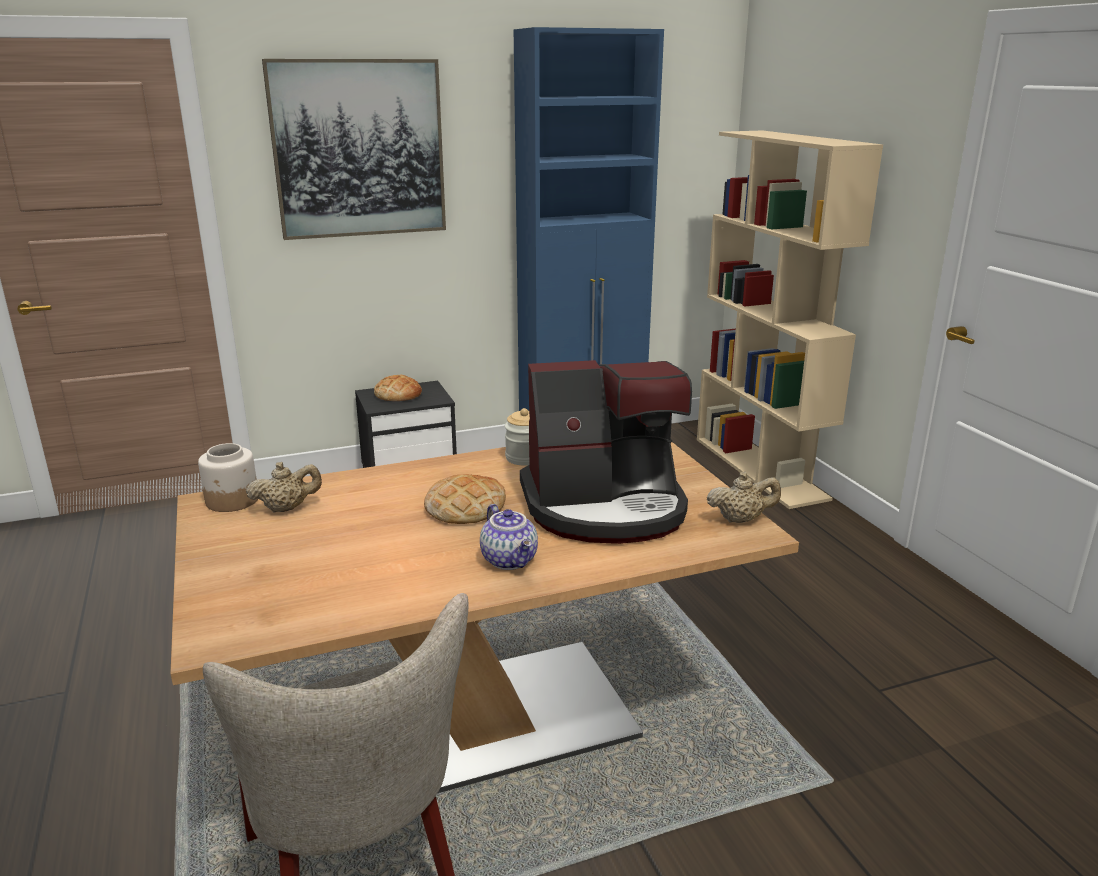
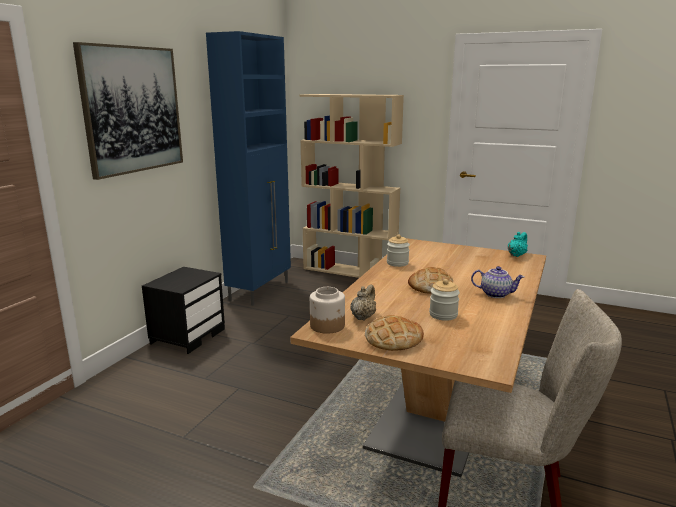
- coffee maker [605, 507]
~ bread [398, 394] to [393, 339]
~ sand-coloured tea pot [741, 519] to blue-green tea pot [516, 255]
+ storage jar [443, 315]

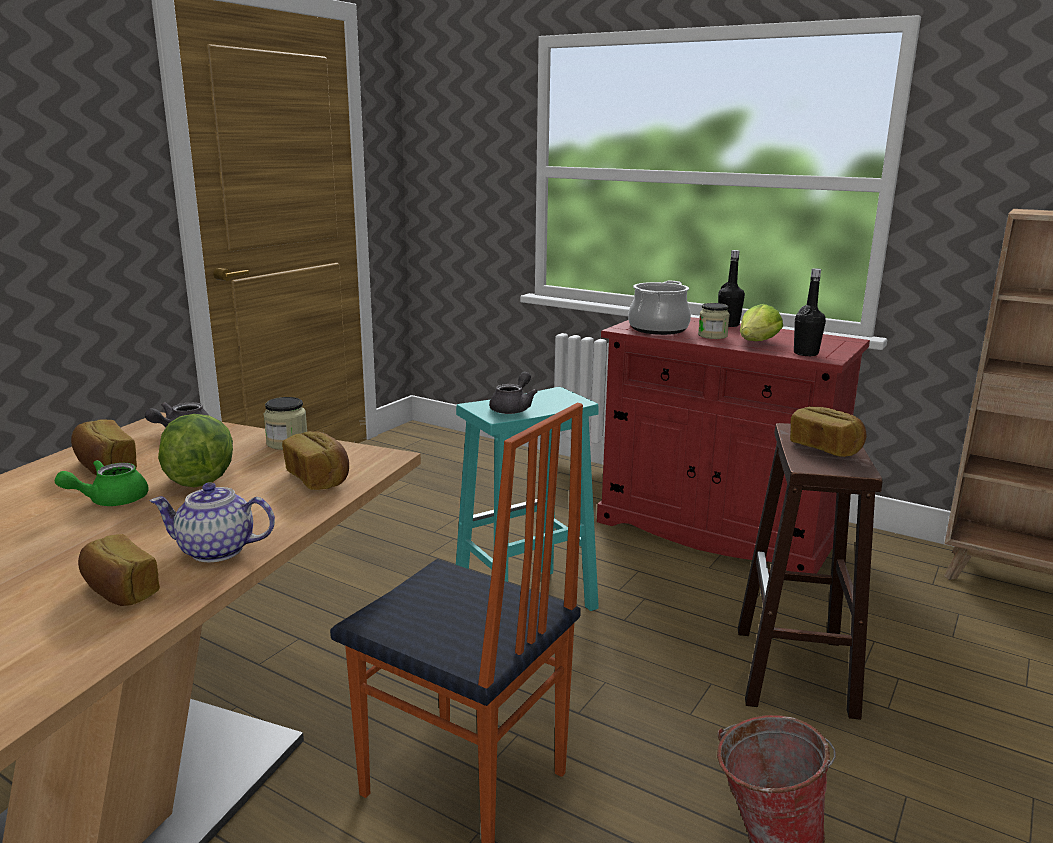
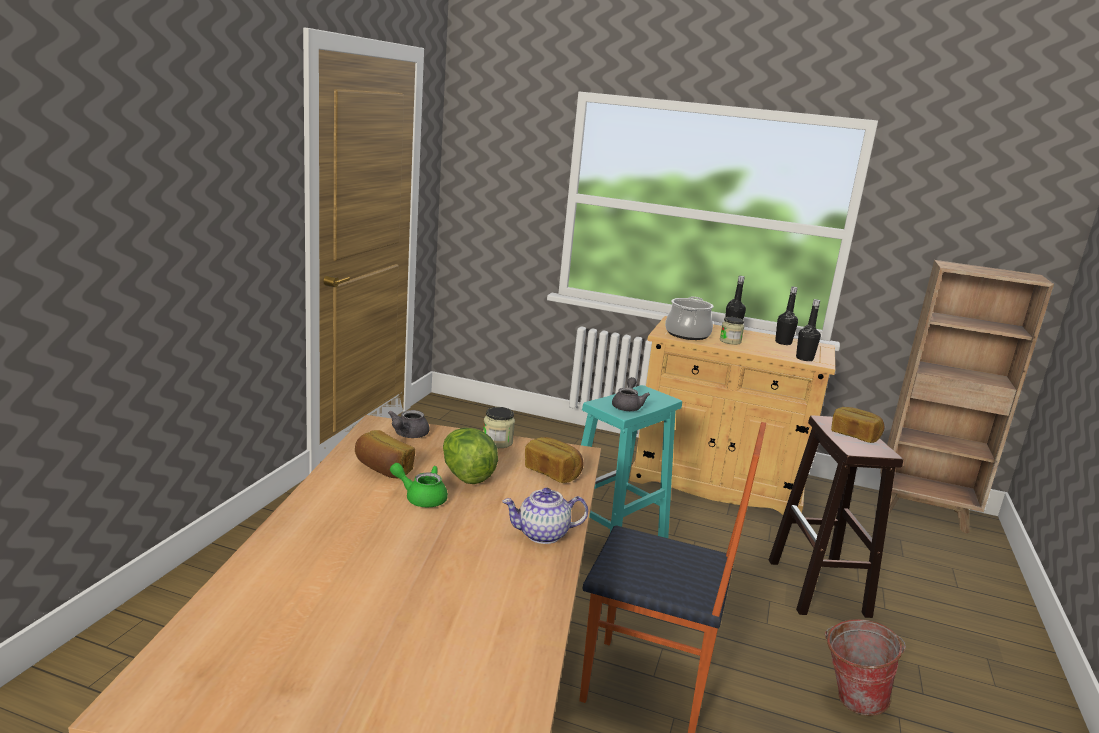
- head of lettuce [757, 343]
~ reddish storage cabinet [715, 530] to sand-coloured storage cabinet [717, 483]
~ greenish tea pot [110, 500] = [421, 498] 75 degrees clockwise
- bread [119, 591]
+ black bottle [783, 342]

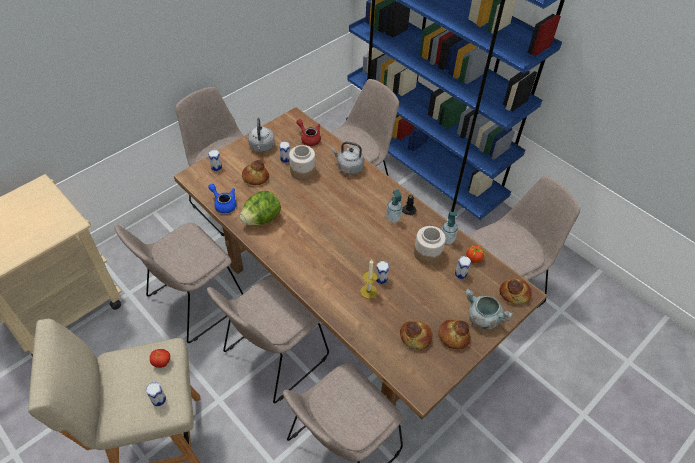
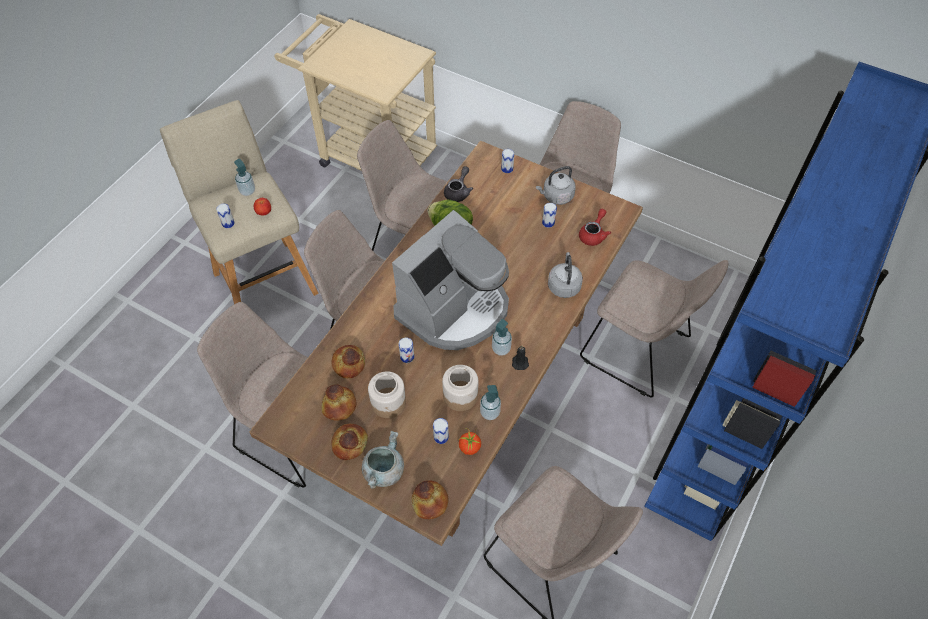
~ storage jar [303, 171] to [388, 403]
~ bread [255, 177] to [349, 364]
~ blue-coloured tea pot [224, 204] to grey tea pot [458, 192]
- wax candle [368, 291]
+ soap dispenser [247, 191]
+ coffee maker [454, 309]

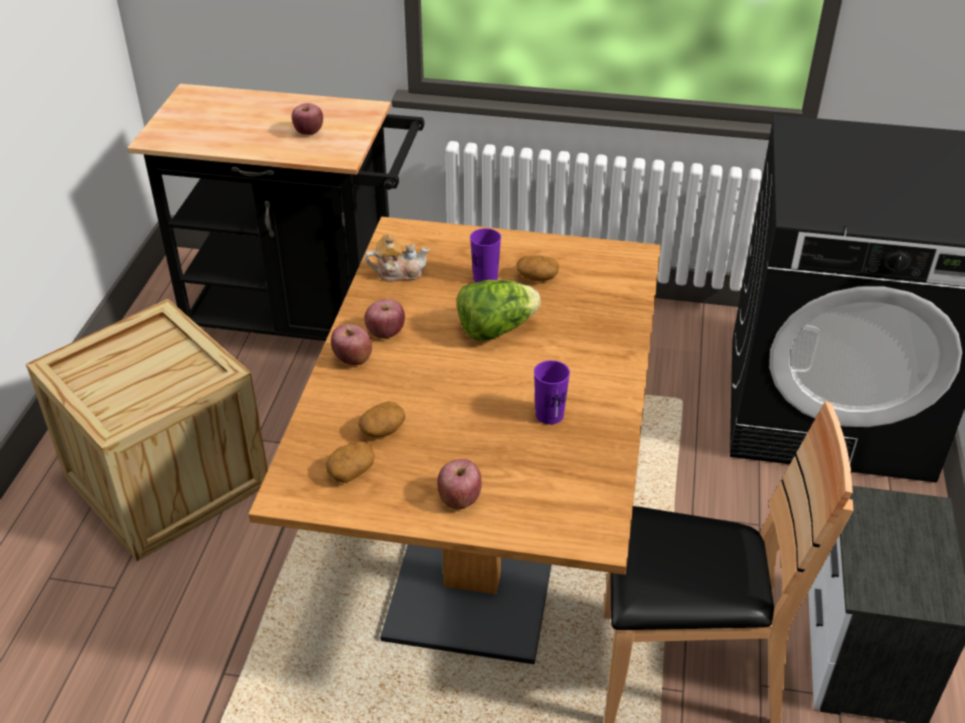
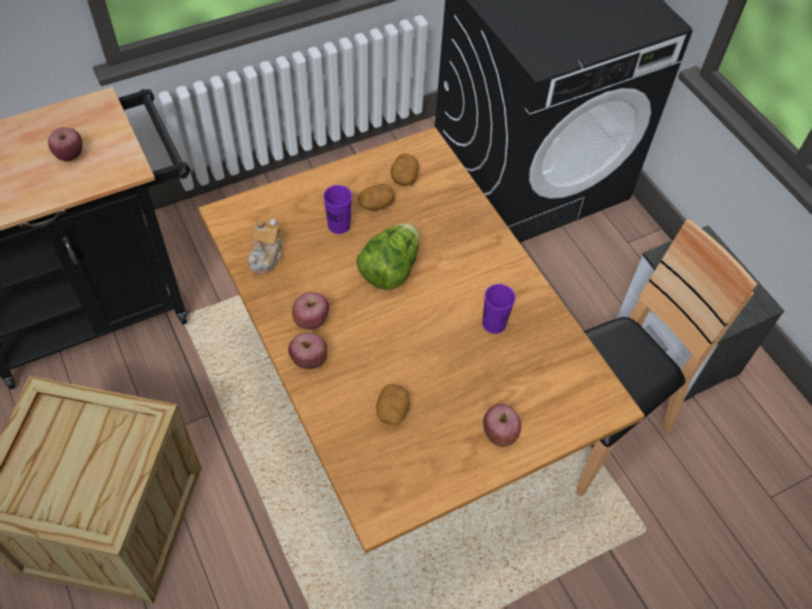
~ tea pot [398, 272] = [267, 256] 150 degrees clockwise
~ whole potato [351, 471] to [404, 176]

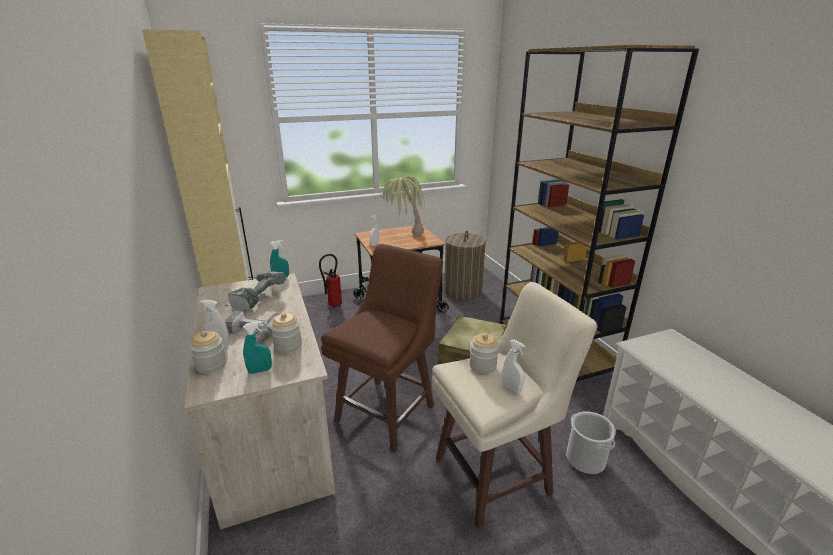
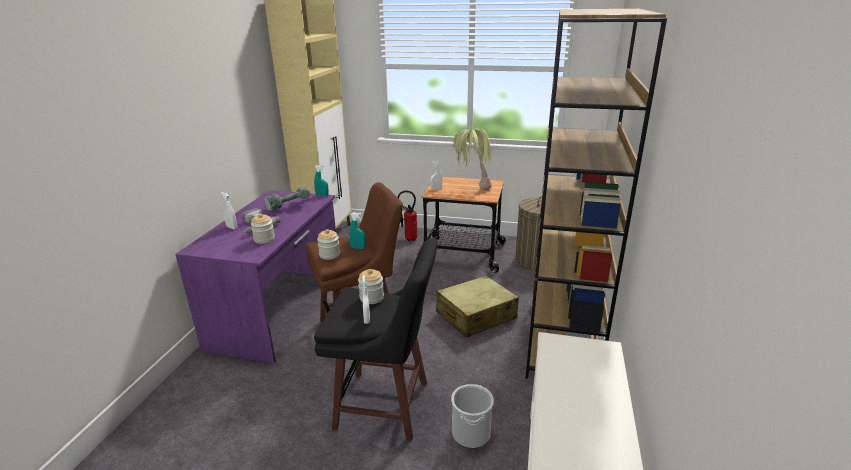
~ sand-coloured desk unit [272, 430] to purple-coloured desk unit [280, 310]
~ sand-coloured stool seat [495, 475] to black stool seat [385, 406]
~ blue-green spray bottle [260, 370] to [358, 248]
~ storage jar [211, 365] to [329, 255]

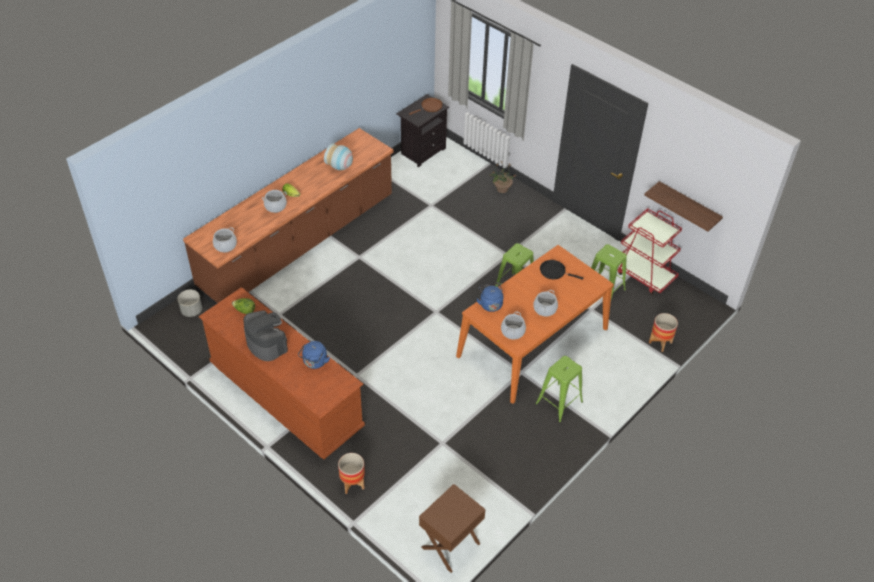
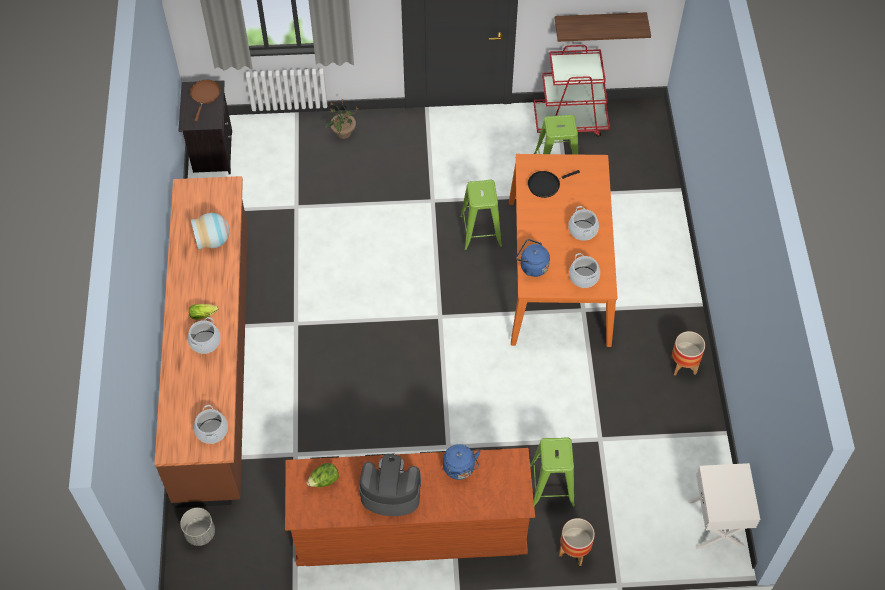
~ planter [660, 342] to [683, 365]
~ greenish stool seat [559, 402] to [551, 484]
~ brownish bedside table [451, 545] to whitish bedside table [717, 523]

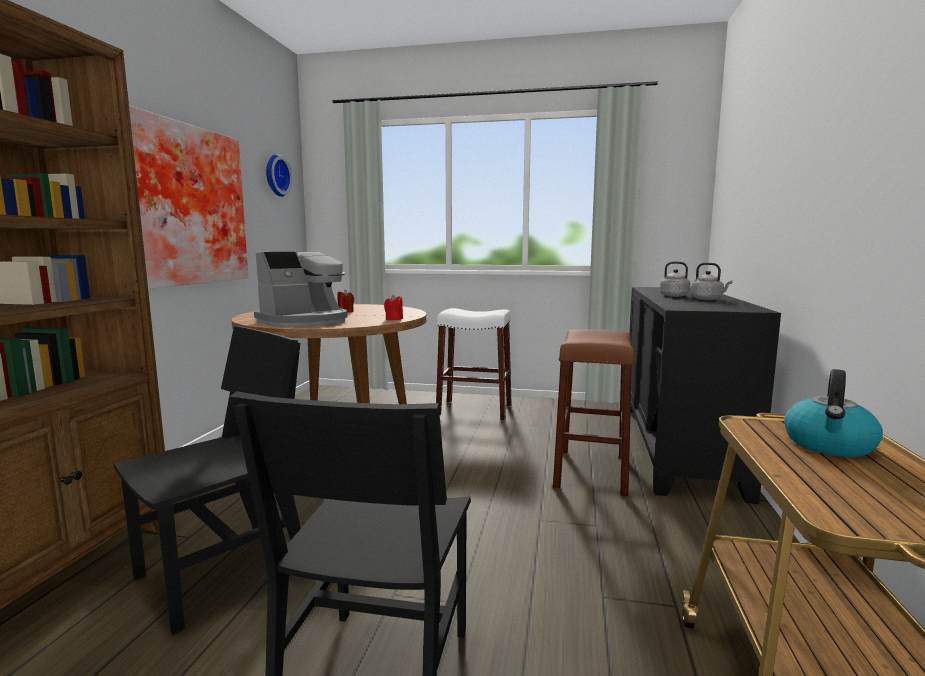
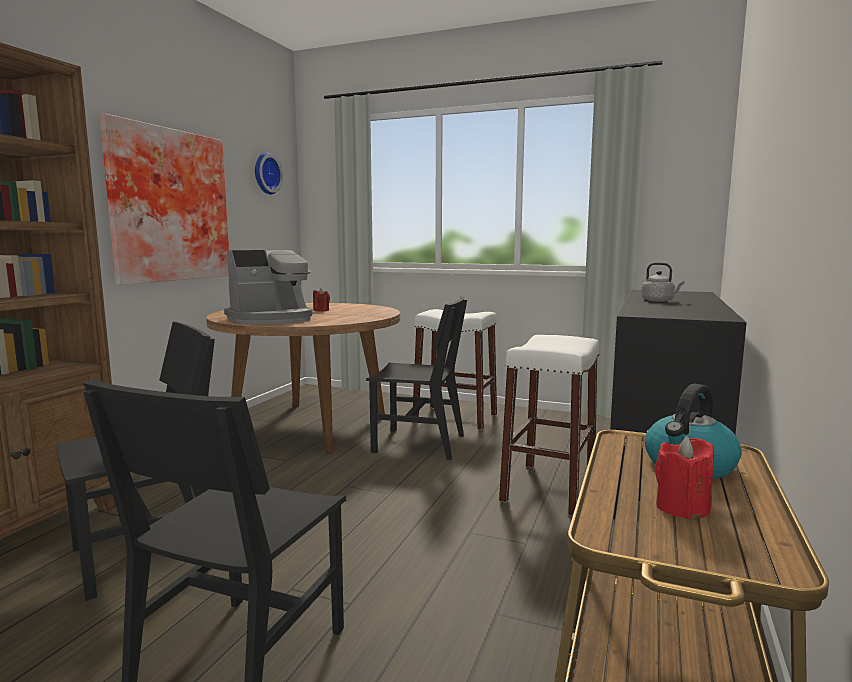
- grey tea kettle [708, 299]
~ reddish wax candle [394, 319] to [682, 508]
~ brownish stool seat [591, 471] to whitish stool seat [549, 488]
+ black chair [419, 444]

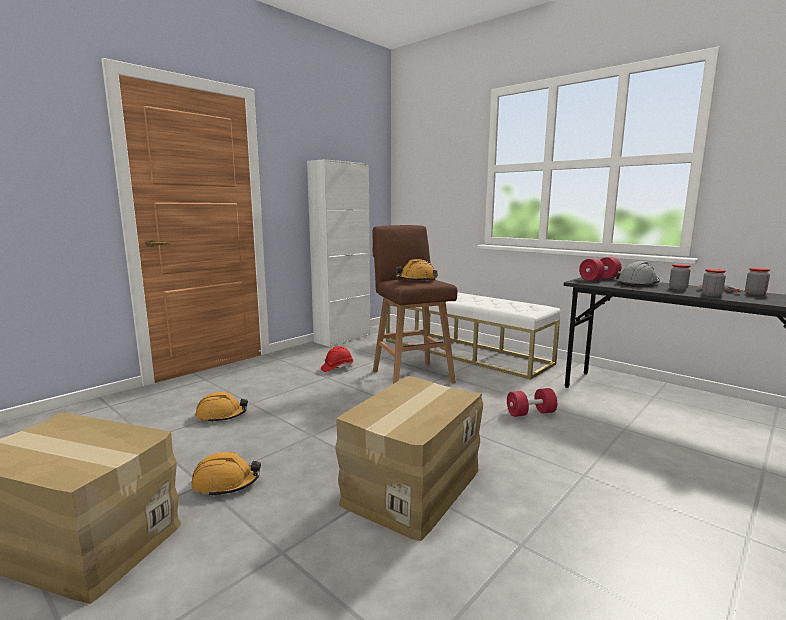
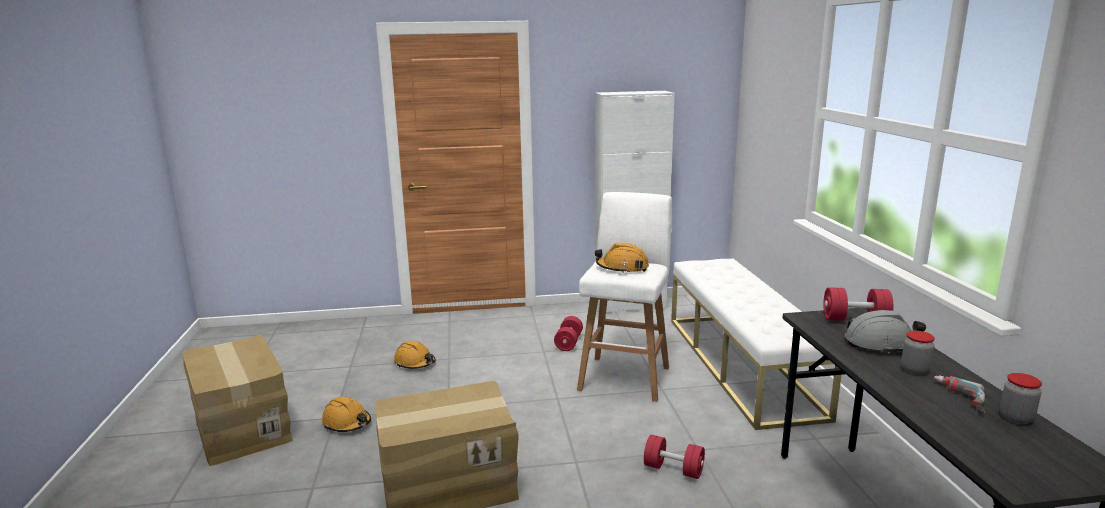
~ brownish stool seat [411, 375] to whitish stool seat [625, 376]
- storage jar [711, 295]
~ reddish hard hat [337, 368] to reddish hand weight [568, 343]

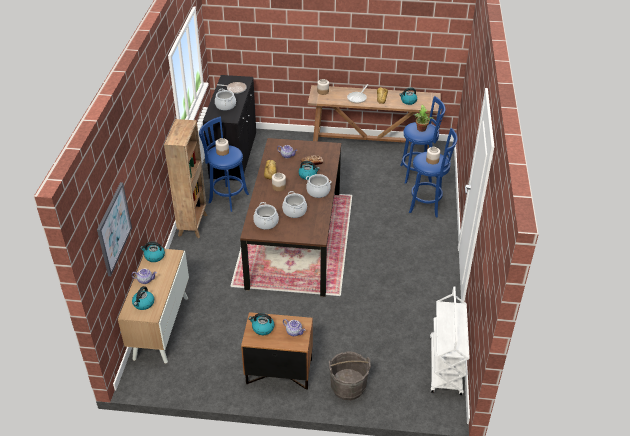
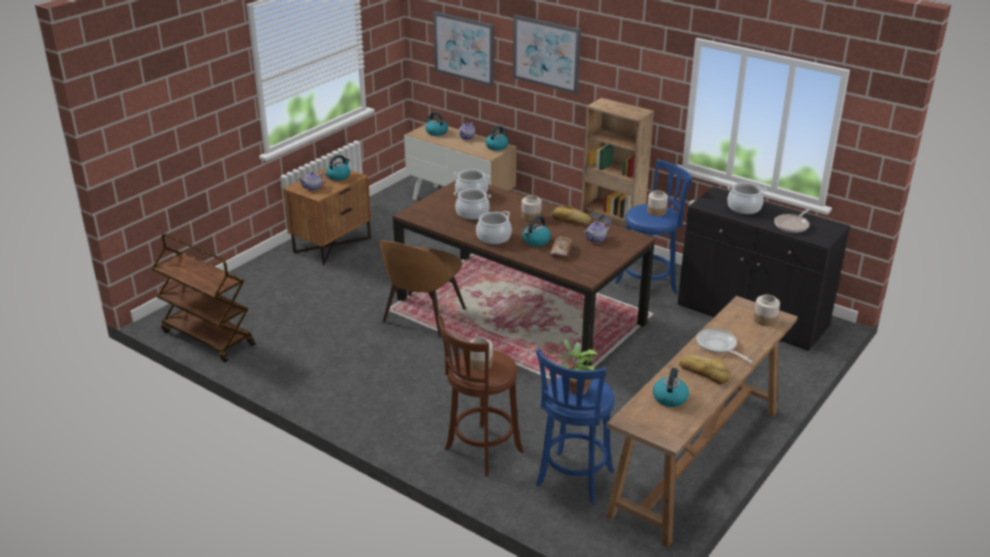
~ blue-coloured stool seat [427, 205] to brownish stool seat [480, 452]
~ whitish trolley [445, 366] to brownish trolley [207, 338]
- grey pail [348, 387]
+ picture [546, 54]
+ brownish chair [422, 317]

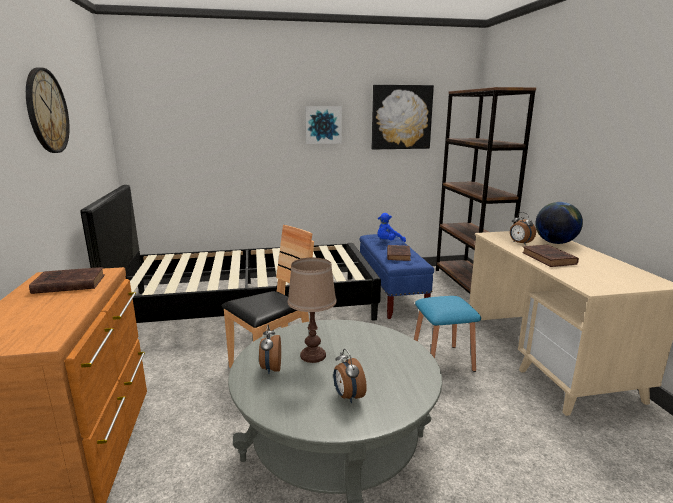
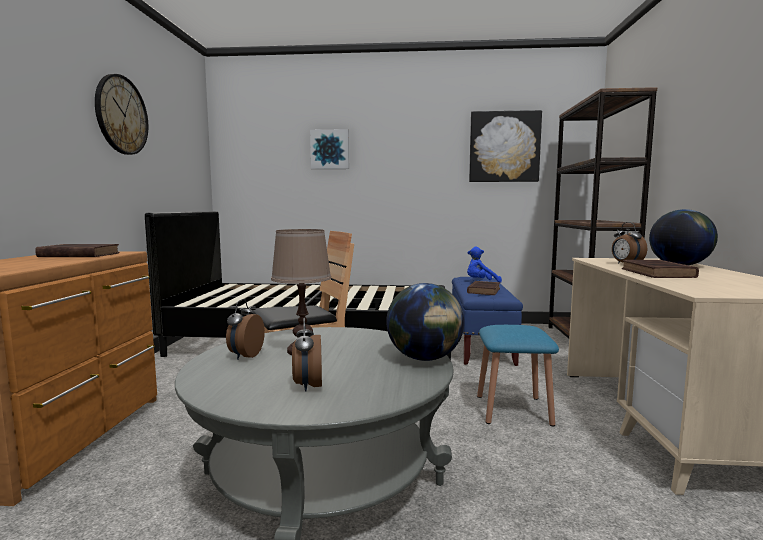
~ picture [323, 125] to [330, 149]
+ globe [425, 358]

